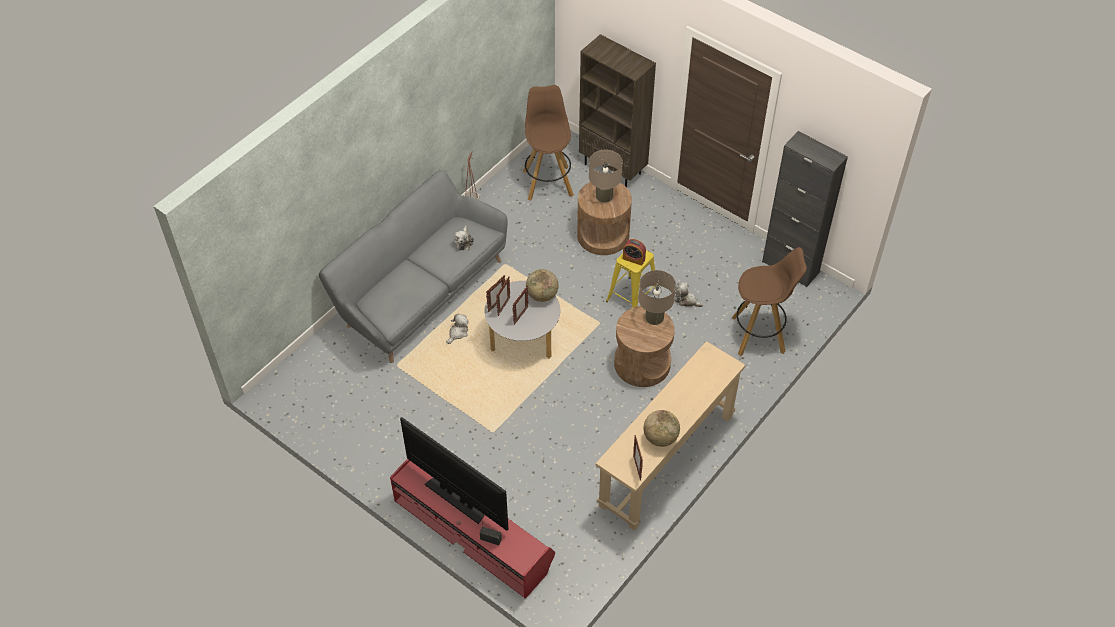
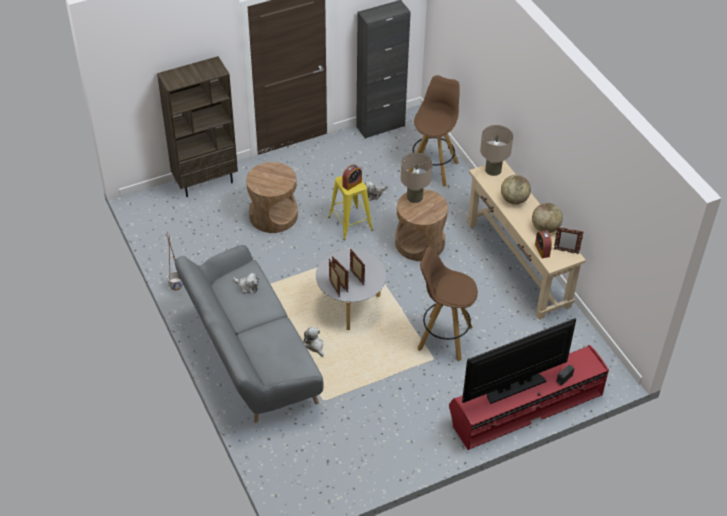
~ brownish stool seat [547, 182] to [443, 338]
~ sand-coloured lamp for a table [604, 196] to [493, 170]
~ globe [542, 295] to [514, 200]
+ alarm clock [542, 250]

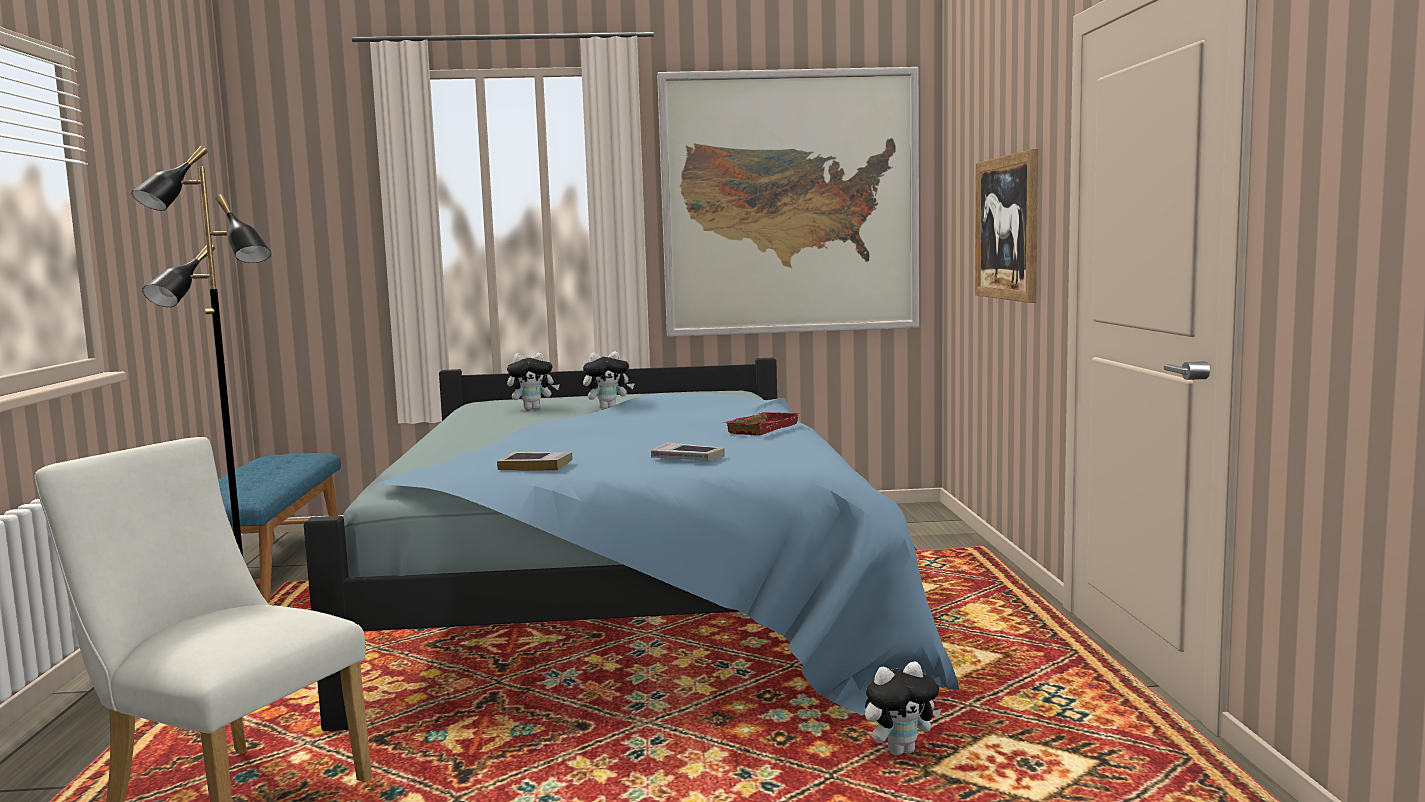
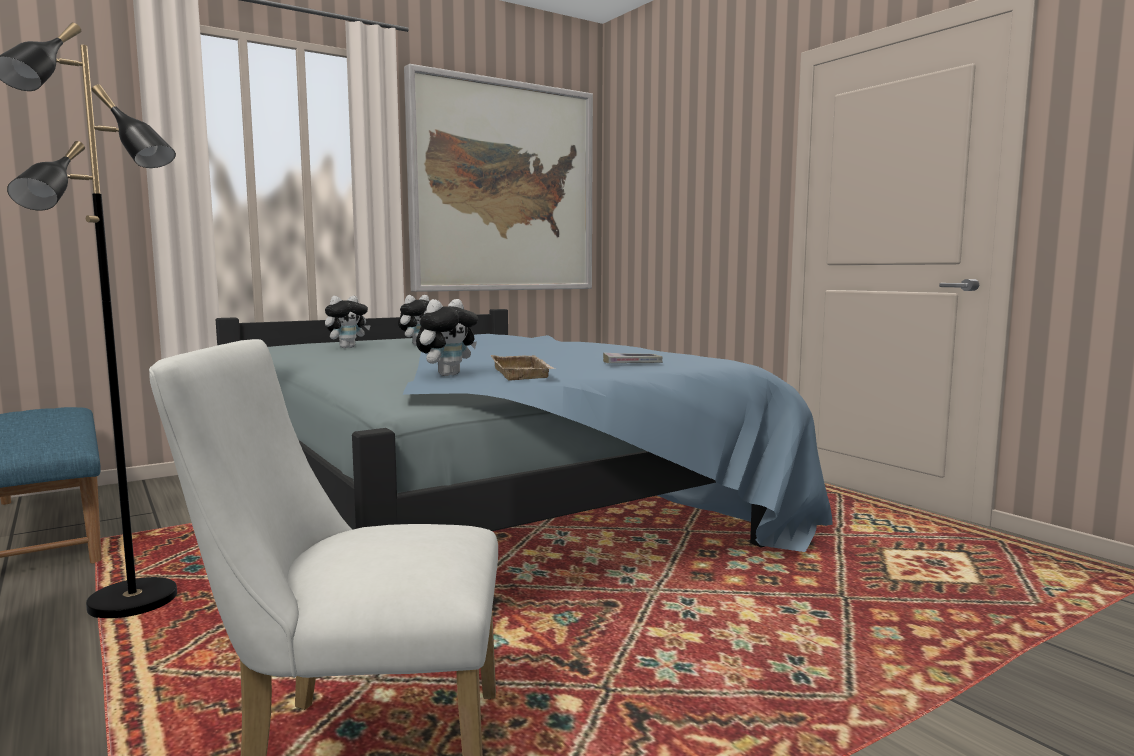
- picture [1006, 228]
- reddish tray [760, 428]
~ bound book [535, 466] to sand-coloured tray [524, 374]
~ soft toy [901, 750] to [448, 375]

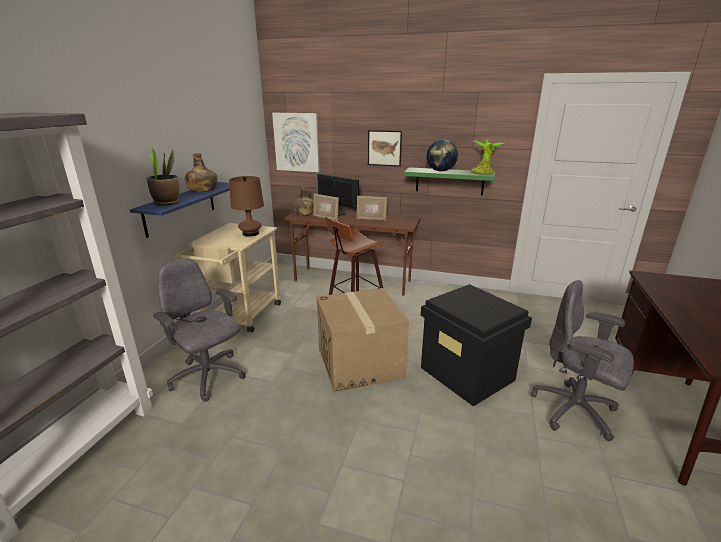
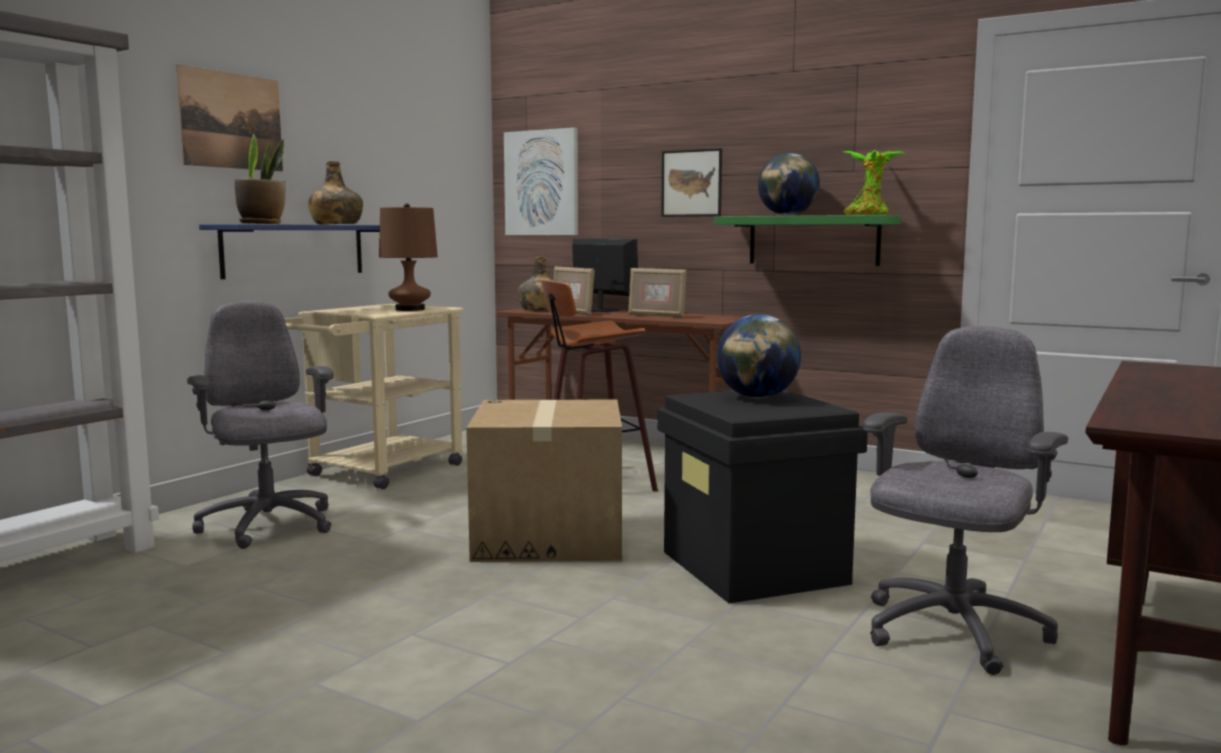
~ grey office chair [575, 411] = [951, 632] 75 degrees clockwise
+ picture [231, 121]
+ globe [757, 397]

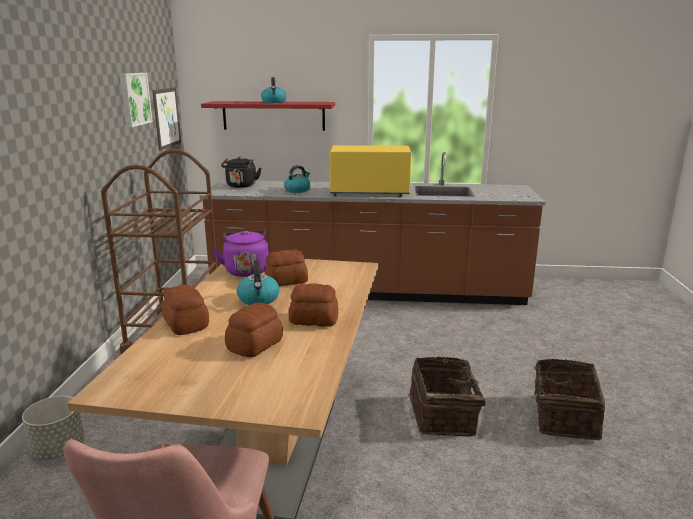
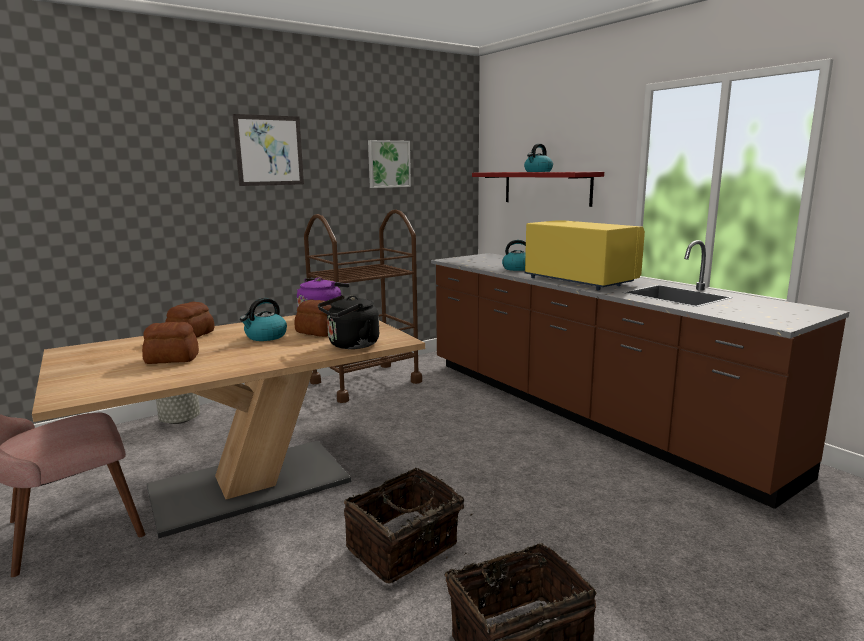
~ picture [166, 118] to [269, 150]
~ black tea kettle [241, 186] to [350, 345]
- bread [313, 319]

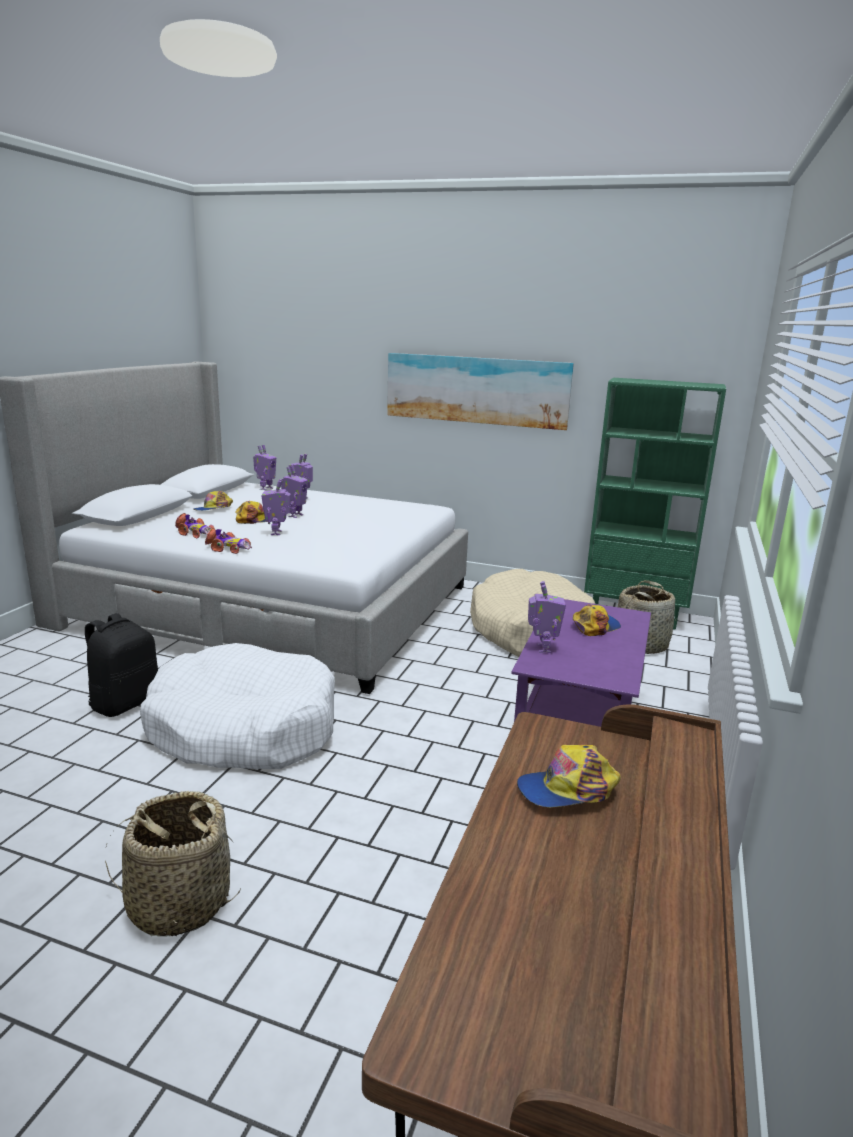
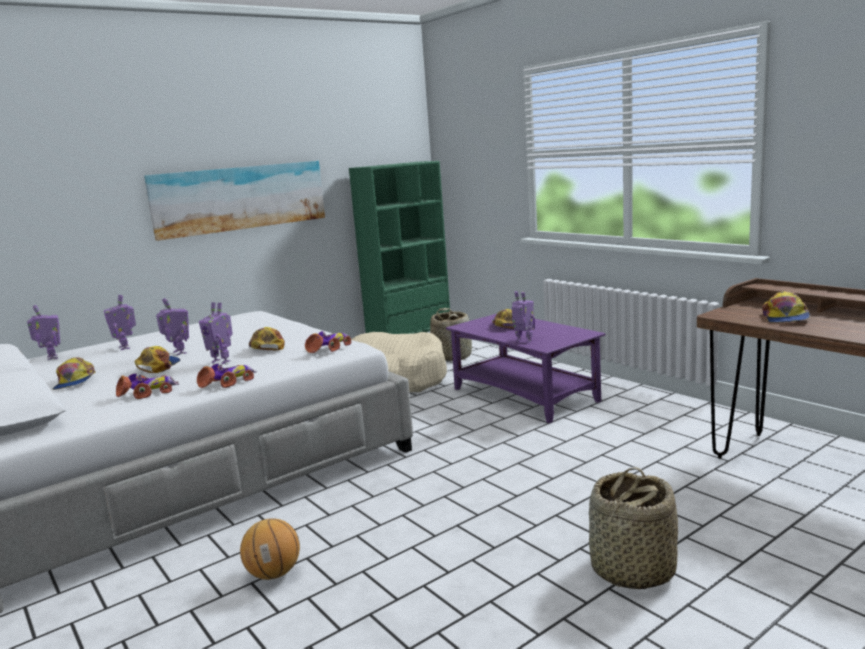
~ black knapsack [125, 703] to basketball ball [274, 574]
- whitish dog cushion [243, 728]
+ peaked cap [267, 347]
+ model car [330, 348]

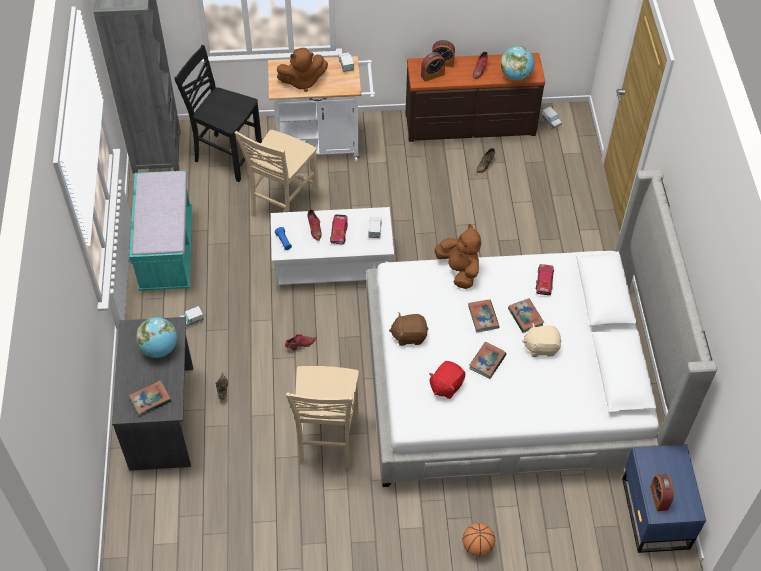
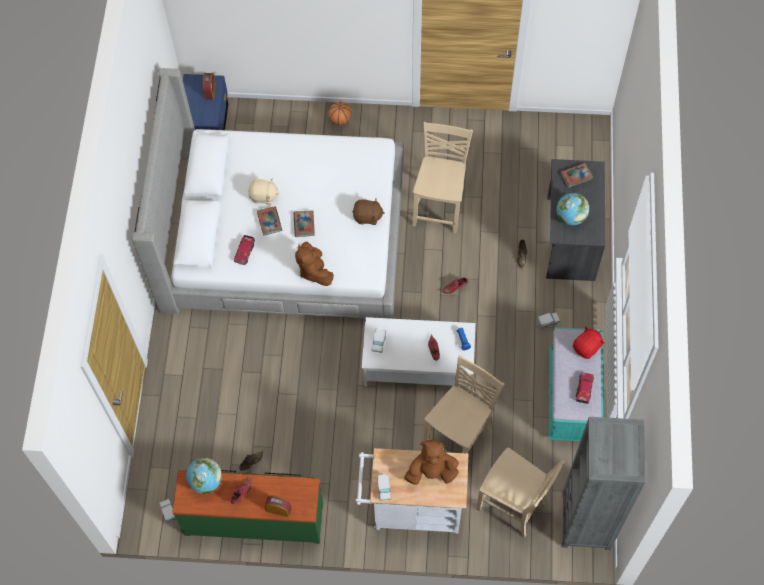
~ black chair [227, 156] to sand-coloured chair [513, 506]
- alarm clock [432, 75]
~ brownish dresser [470, 125] to greenish dresser [254, 517]
~ model car [339, 232] to [584, 389]
- bound book [487, 362]
~ reddish soft toy [446, 385] to [587, 347]

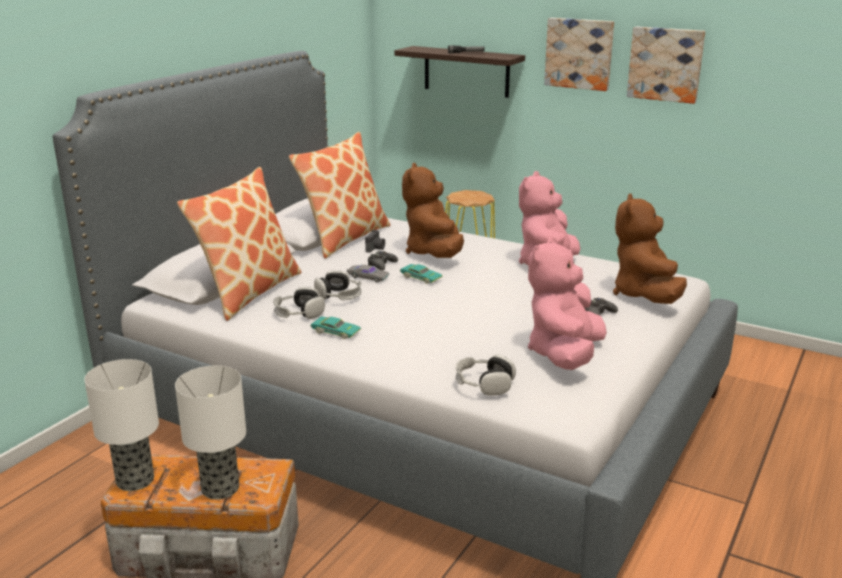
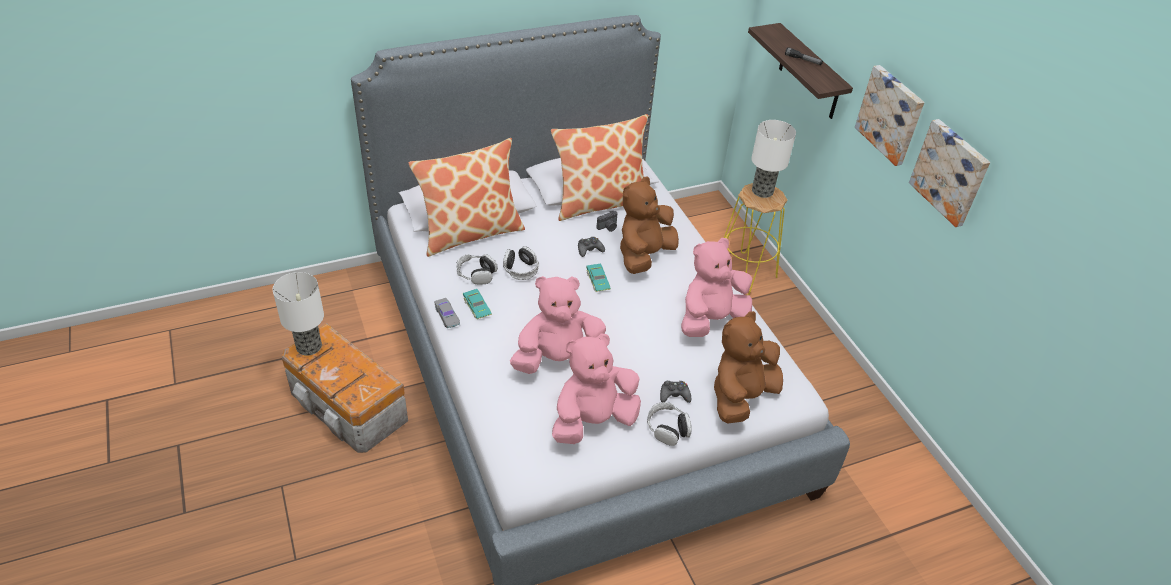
~ grey model car [368, 277] to [447, 316]
~ pair of headphones [484, 384] to [667, 428]
~ lamp for a table [221, 488] to [763, 191]
+ pink soft toy [558, 360]

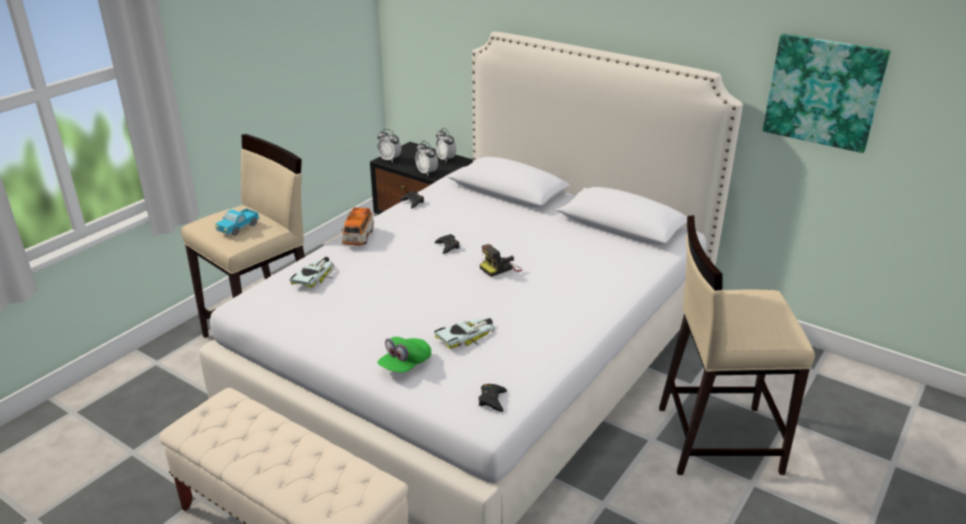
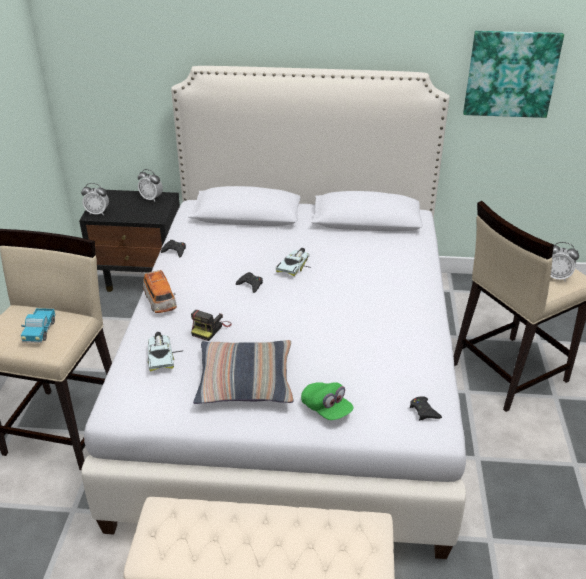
~ alarm clock [427, 172] to [556, 277]
~ photo camera [500, 268] to [210, 328]
~ model car [467, 336] to [295, 265]
~ greenish peaked cap [405, 365] = [326, 409] 45 degrees counterclockwise
+ pillow [245, 381]

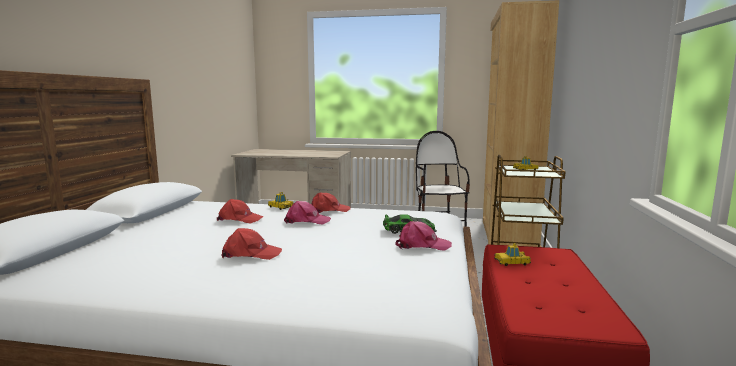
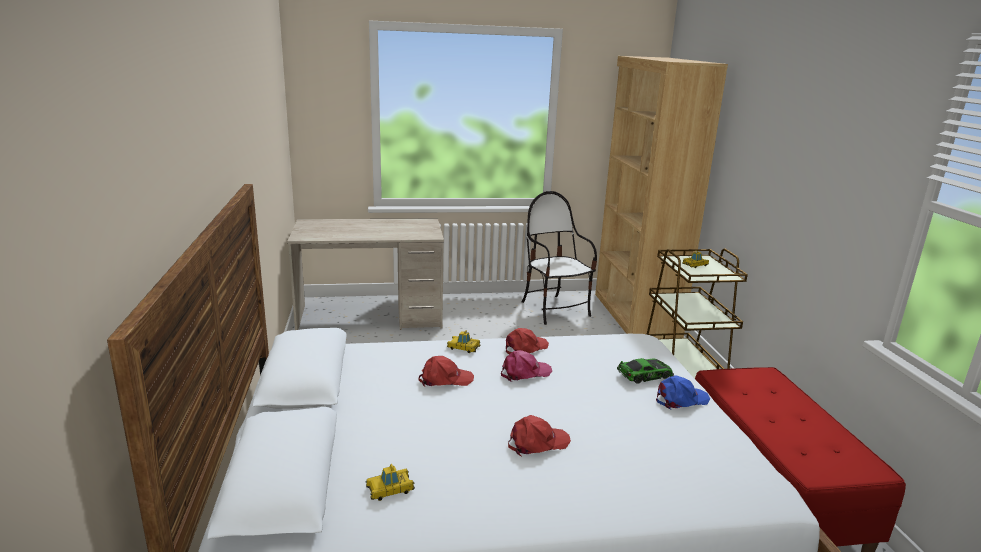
~ pink peaked cap [422, 245] to blue-coloured peaked cap [680, 399]
~ model car [512, 262] to [390, 489]

